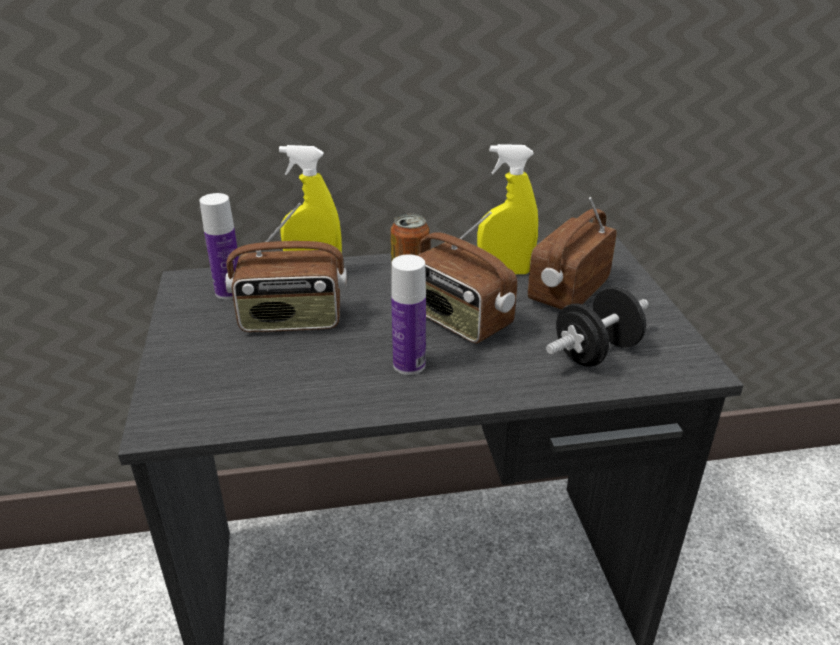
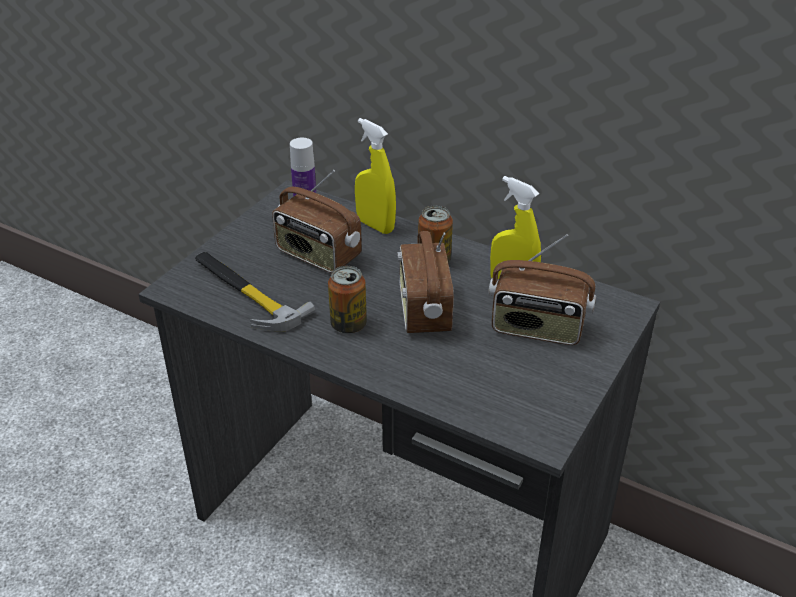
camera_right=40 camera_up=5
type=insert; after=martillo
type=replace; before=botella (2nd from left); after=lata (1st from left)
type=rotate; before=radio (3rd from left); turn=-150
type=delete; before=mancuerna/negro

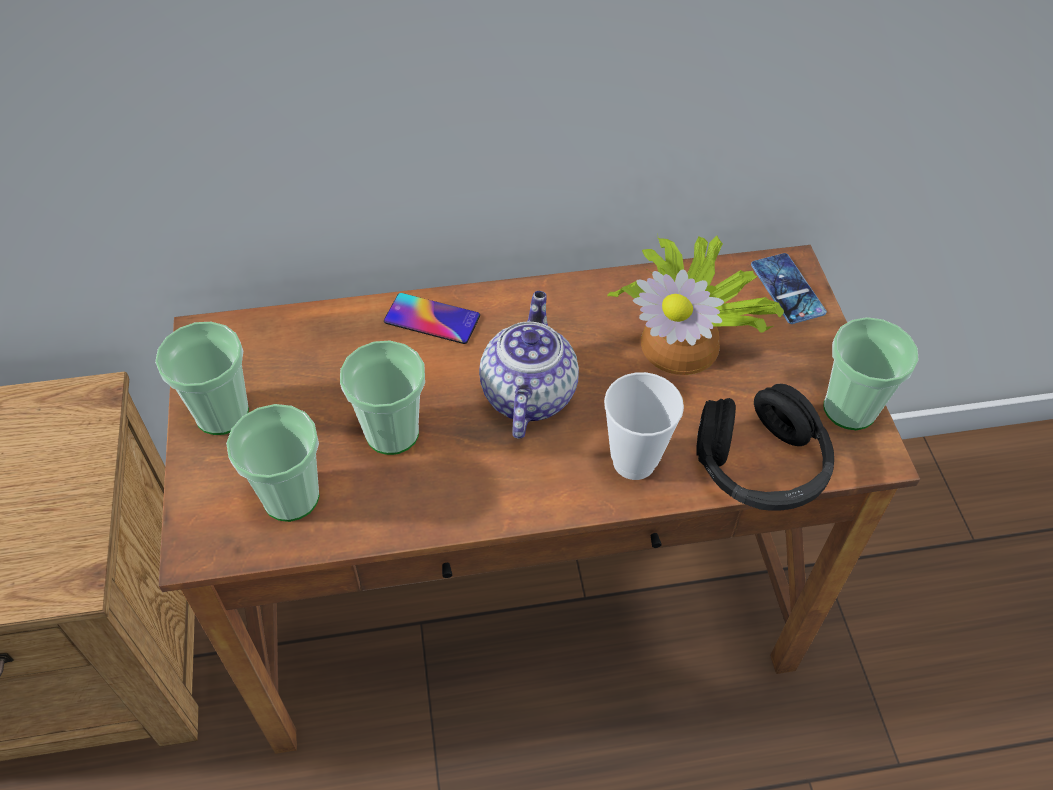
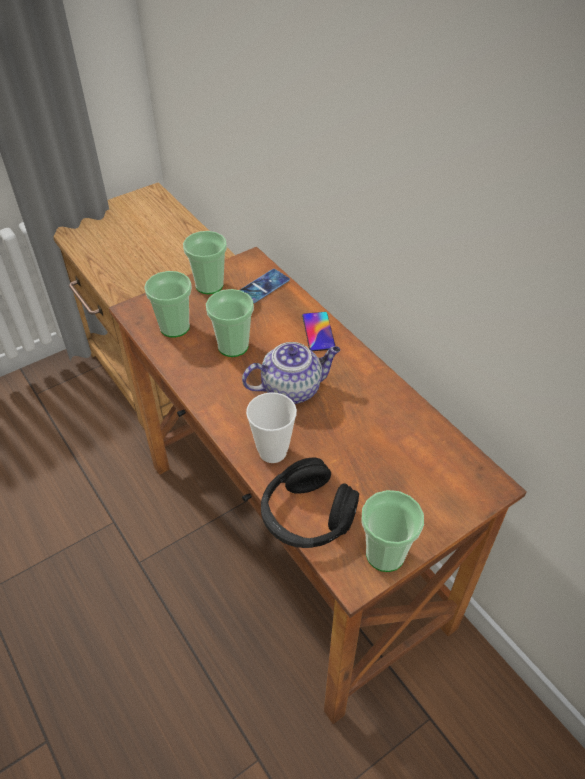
camera_right=65 camera_up=-5
type=move; before=móvil (2nd from left in the first image); after=móvil (1st from left)
type=delete; before=planta en maceta

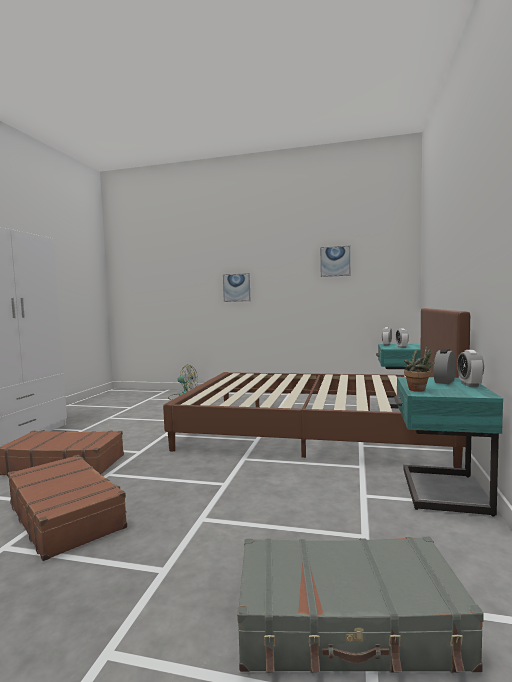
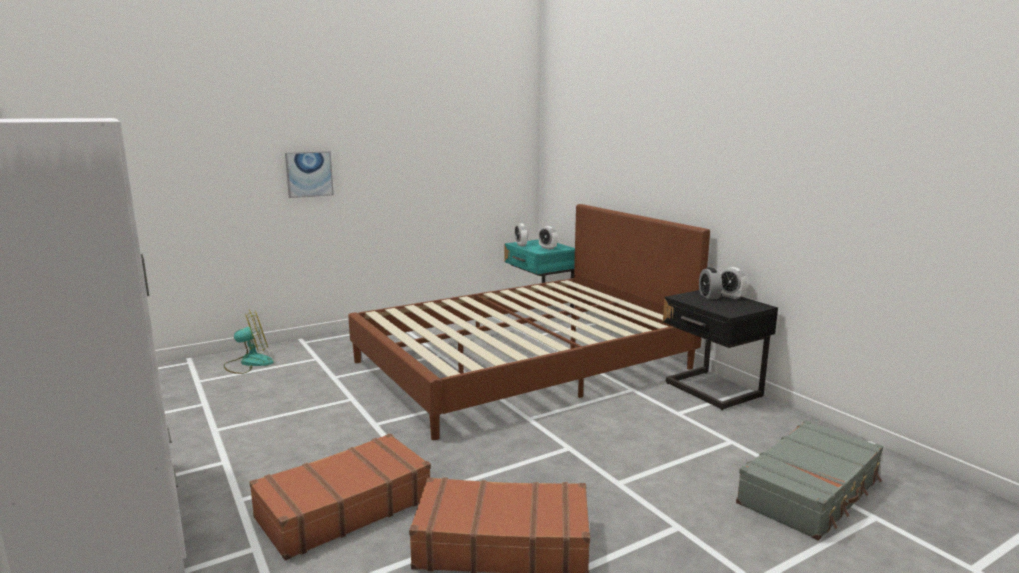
camera_right=-45 camera_up=10
type=recolor; before=mesita de noche/turquesa (2nd from left); after=mesita de noche/negro
type=delete; before=cuadro (2nd from left)
type=delete; before=planta en maceta

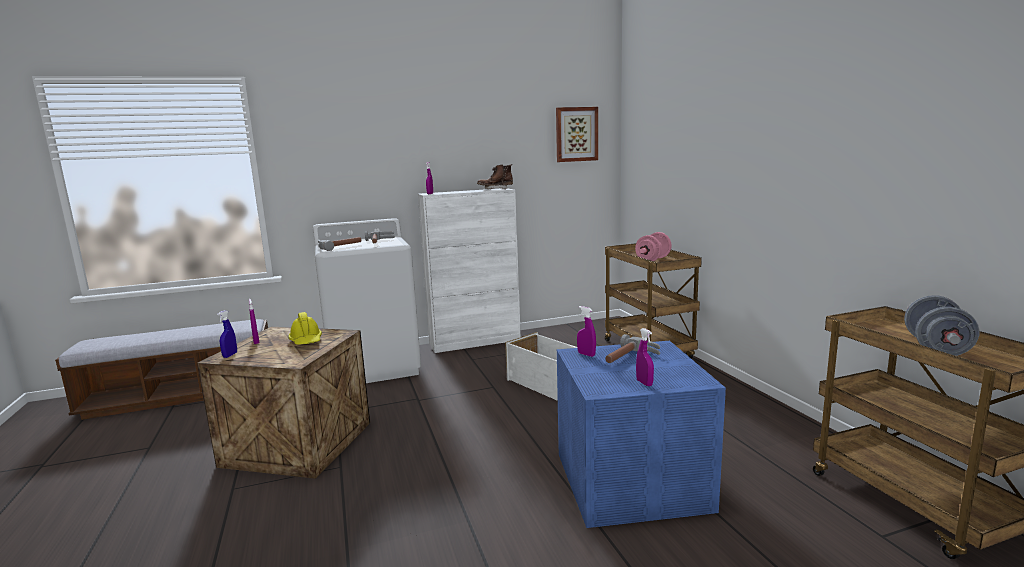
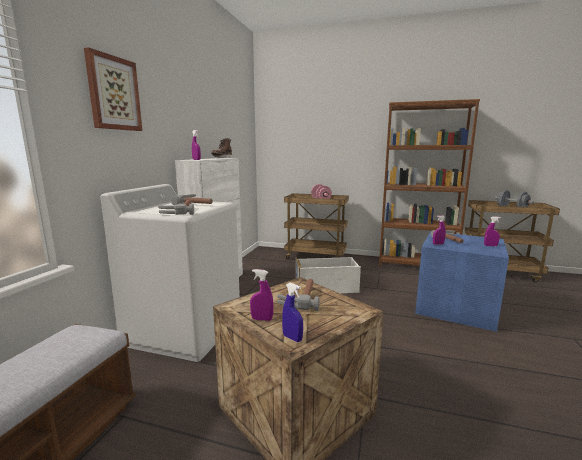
camera_right=-55 camera_up=0
type=move; before=cuadro
type=replace; before=casco/amarillo; after=martillo (3rd from left)
type=insert; after=estantería/marrón

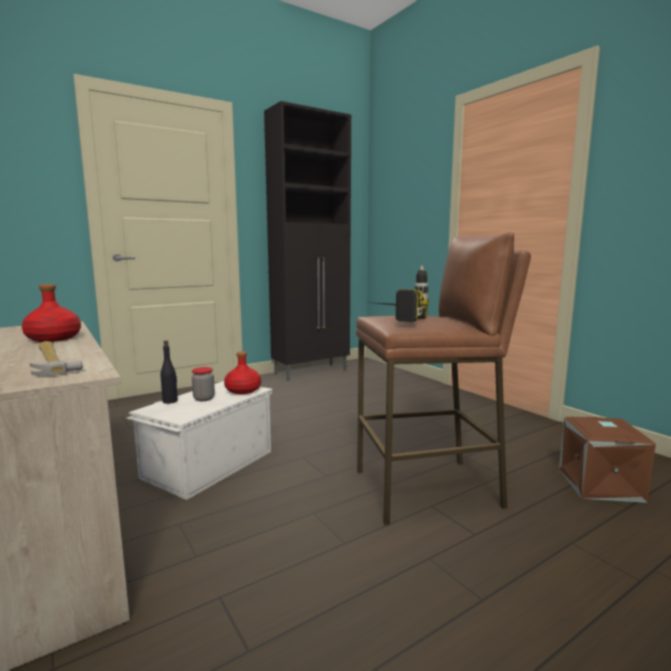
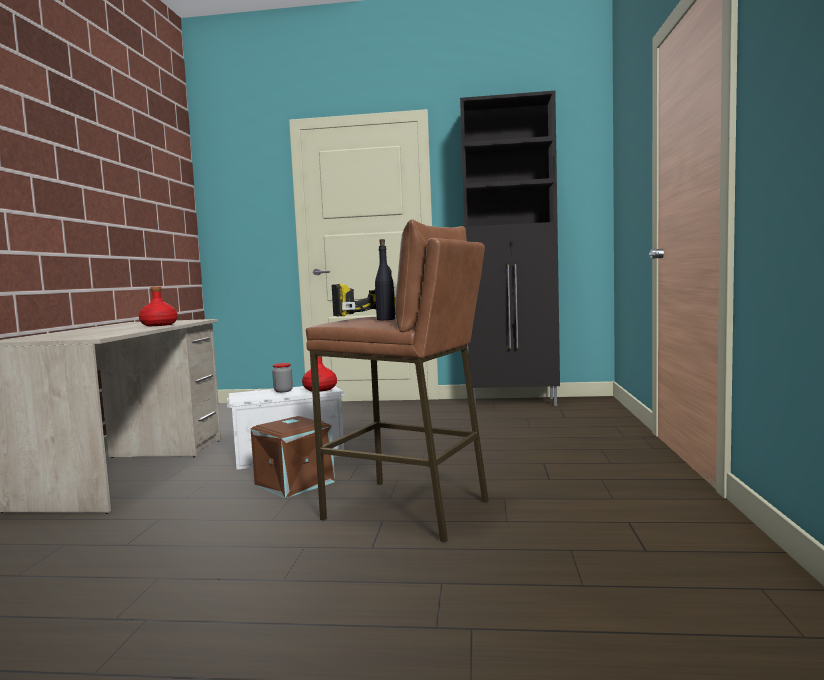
camera_right=40 camera_up=-5
type=move; before=caja de almacenaje/marrón
type=move; before=botella/negro
type=delete; before=martillo

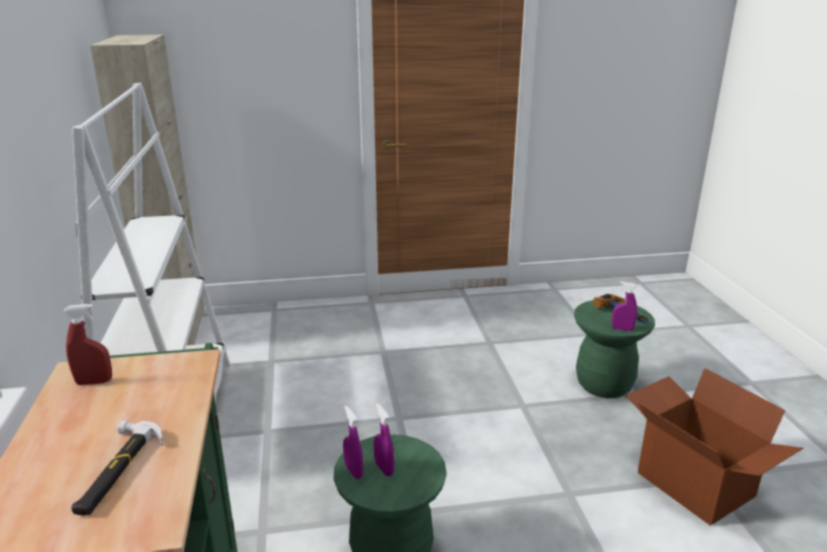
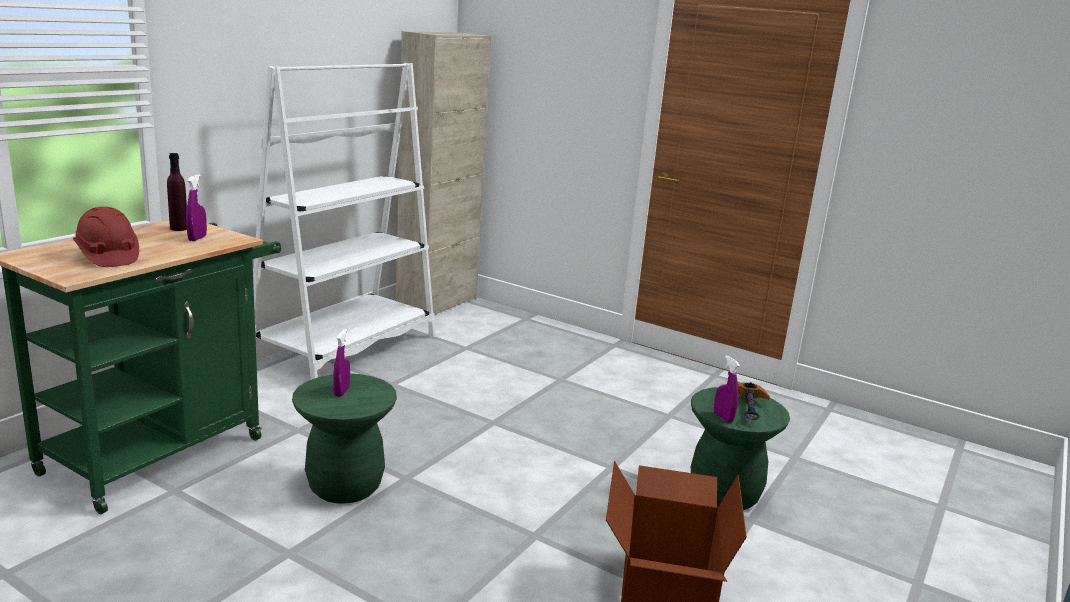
camera_right=40 camera_up=-5
type=replace; before=martillo (1st from left); after=casco/rojo
type=replace; before=pulverizador/rojo; after=botella/morado
type=move; before=pulverizador/morado (1st from left)

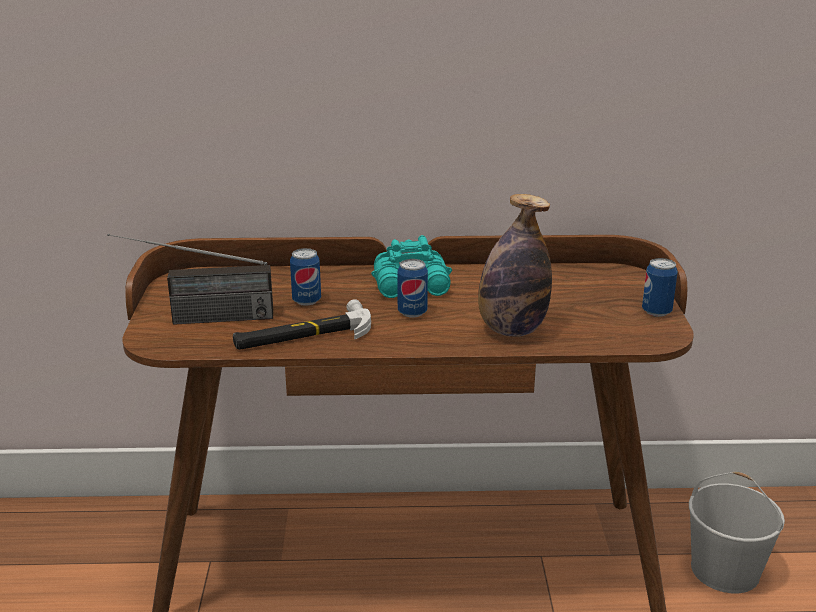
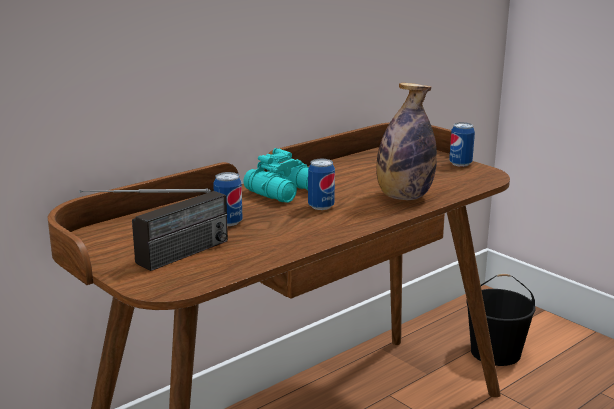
camera_right=-40 camera_up=-5
type=recolor; before=cubo/blanco; after=cubo/negro
type=delete; before=martillo

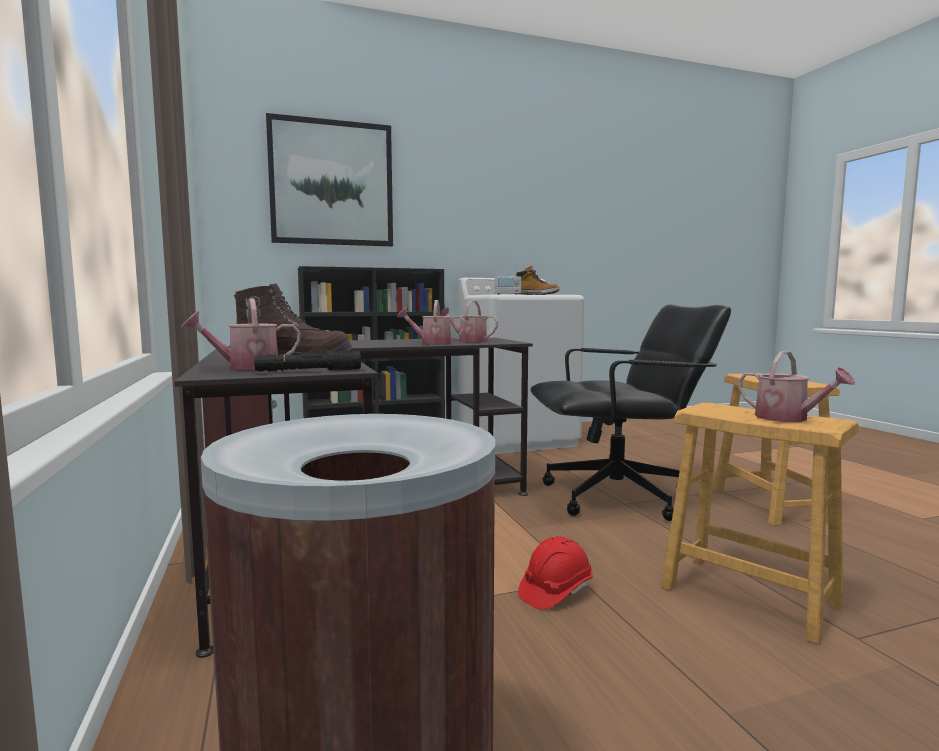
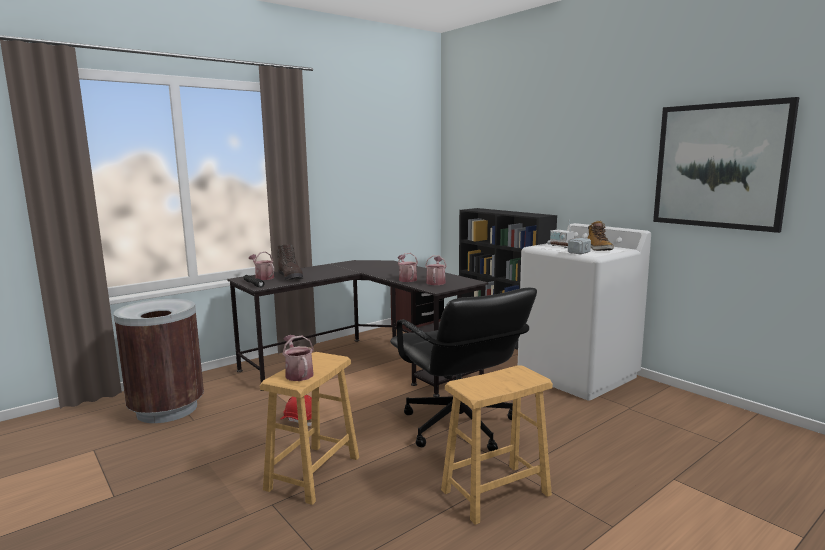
camera_right=70 camera_up=5
type=rotate; before=regadera (4th from left in the first image); turn=120
type=insert; after=martillo
type=move; before=cuadro

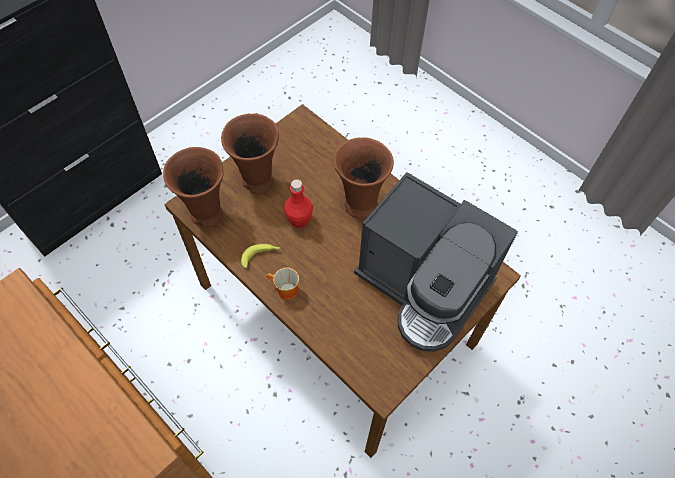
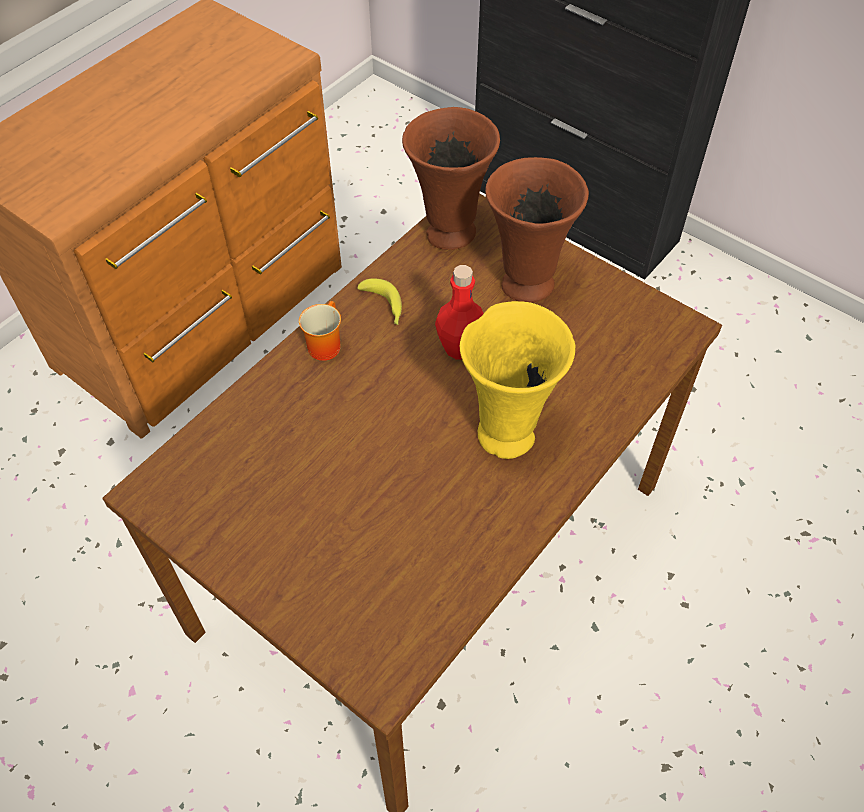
camera_right=85 camera_up=-5
type=recolor; before=florero/marrón (3rd from left); after=florero/amarillo
type=delete; before=cafetera

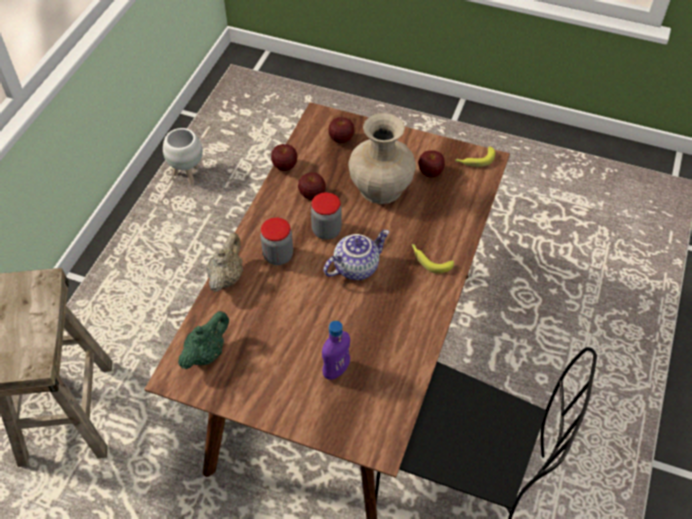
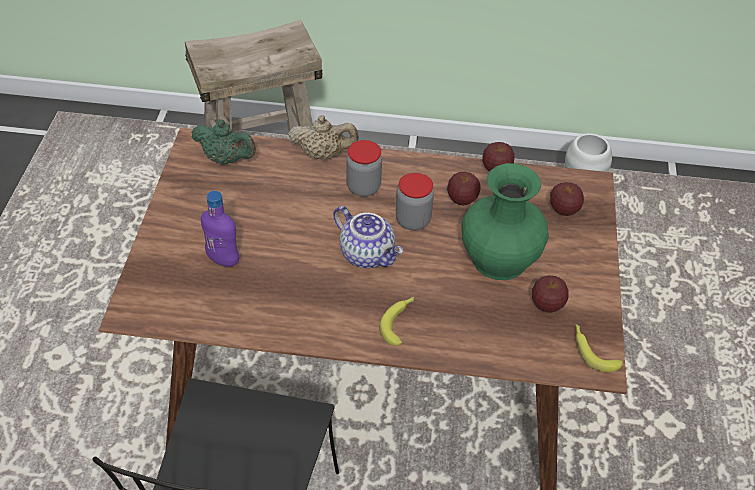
camera_right=75 camera_up=-5
type=recolor; before=florero/beis; after=florero/verde

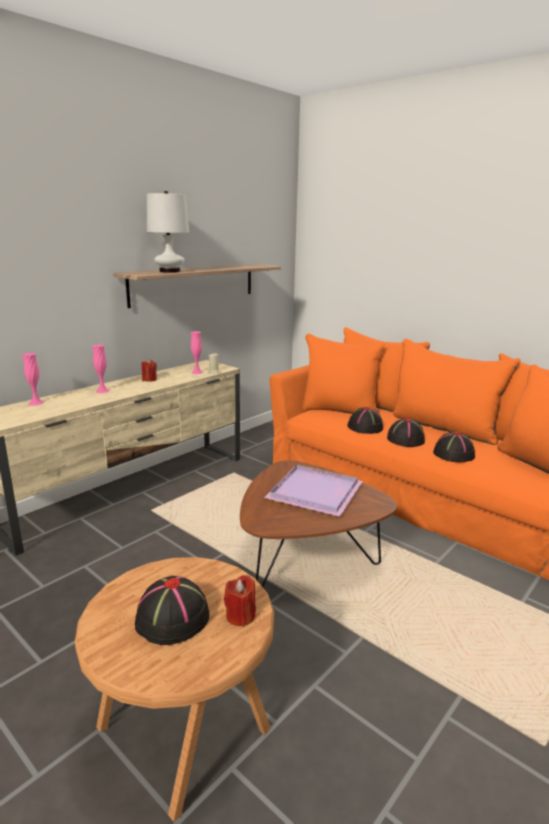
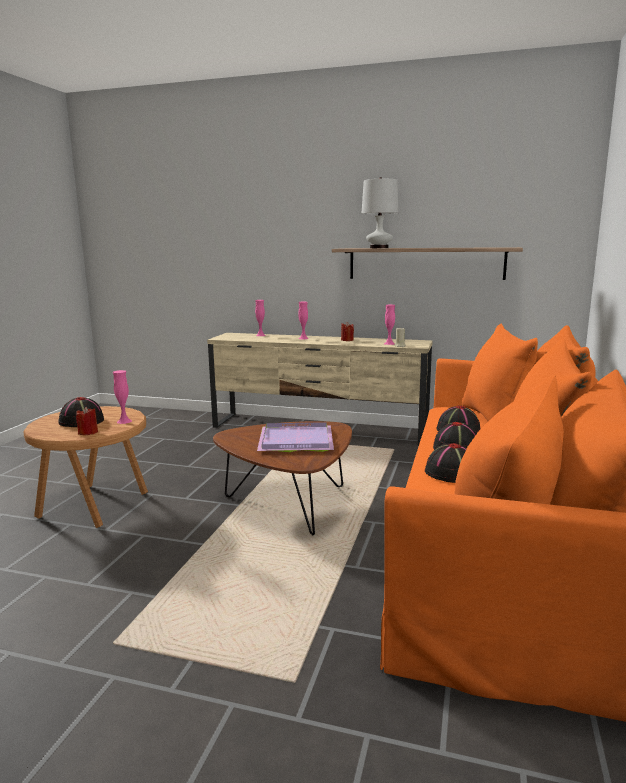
camera_right=65 camera_up=-5
type=insert; after=florero/rosa (1st from left)

